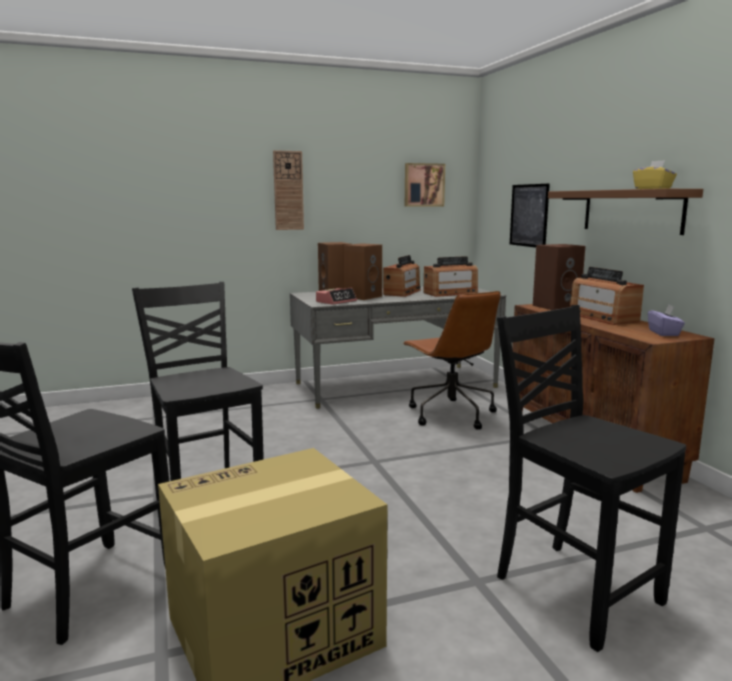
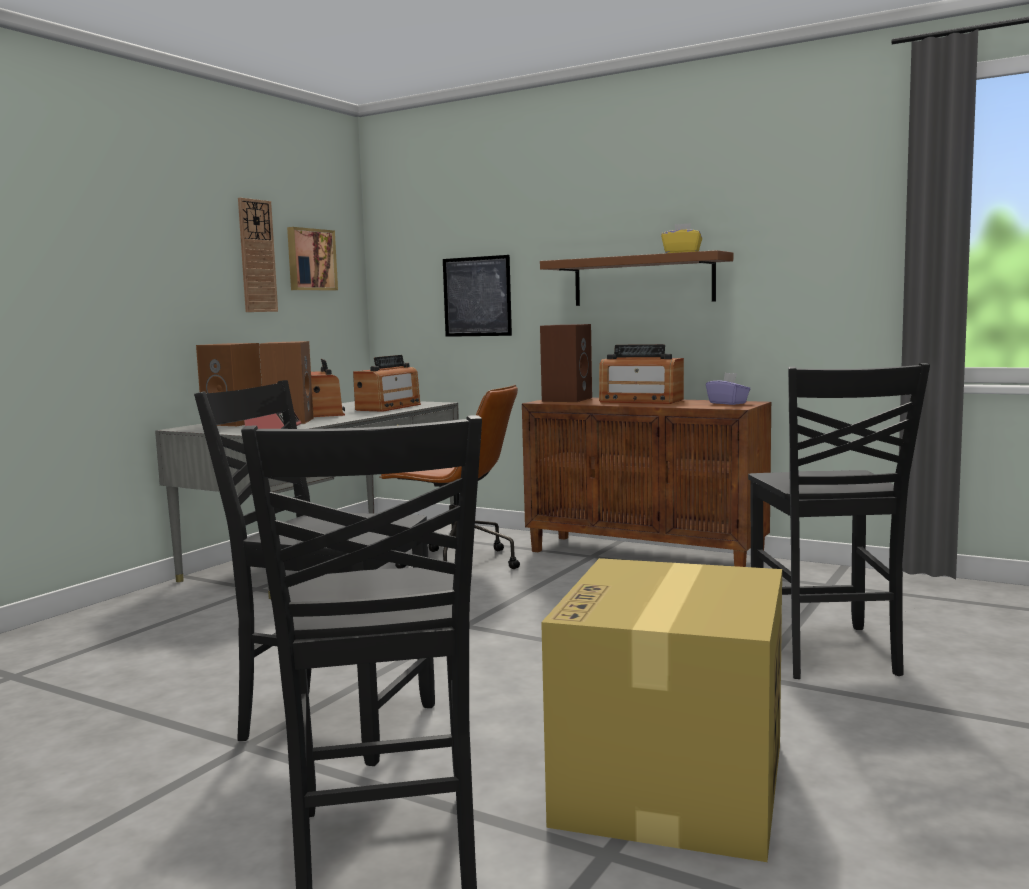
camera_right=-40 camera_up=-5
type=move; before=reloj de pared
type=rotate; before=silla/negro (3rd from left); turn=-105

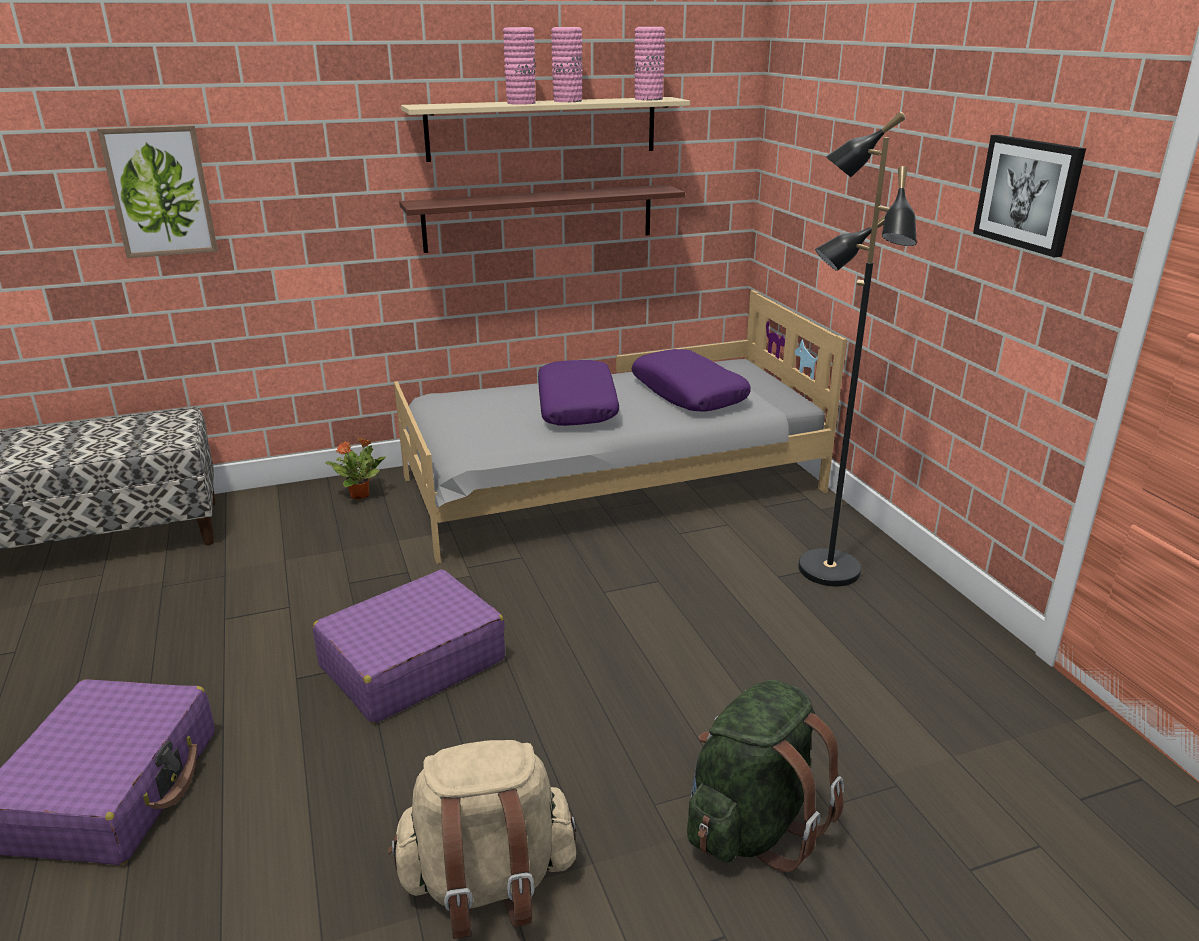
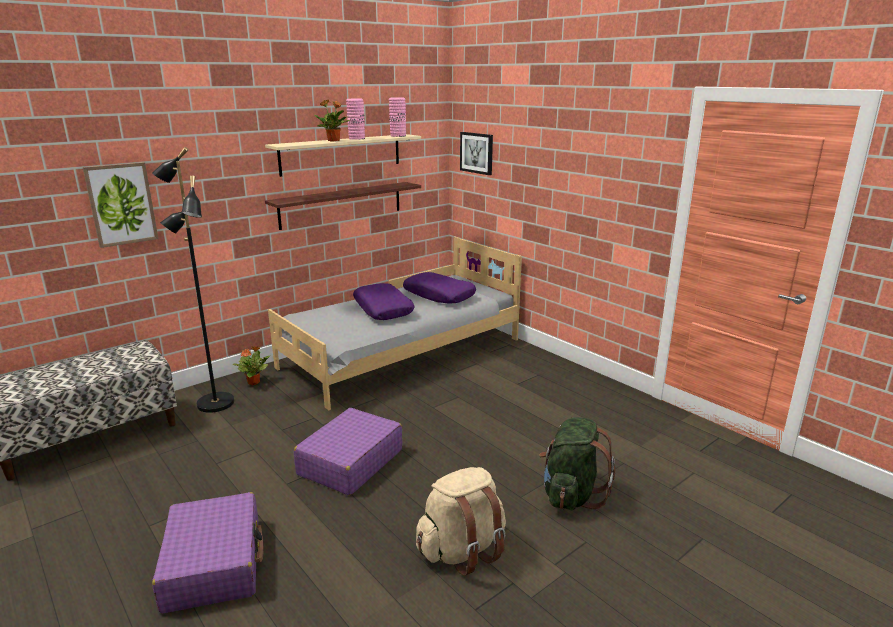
camera_right=-20 camera_up=-5
type=move; before=lámpara de pie/negro
type=replace; before=florero/rosa (1st from left); after=planta en maceta (2nd from left)
type=move; before=cuadro (2nd from left)

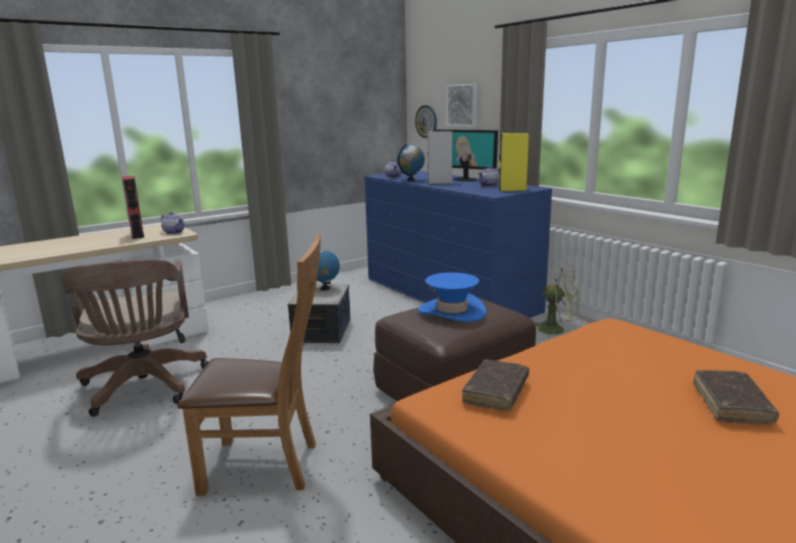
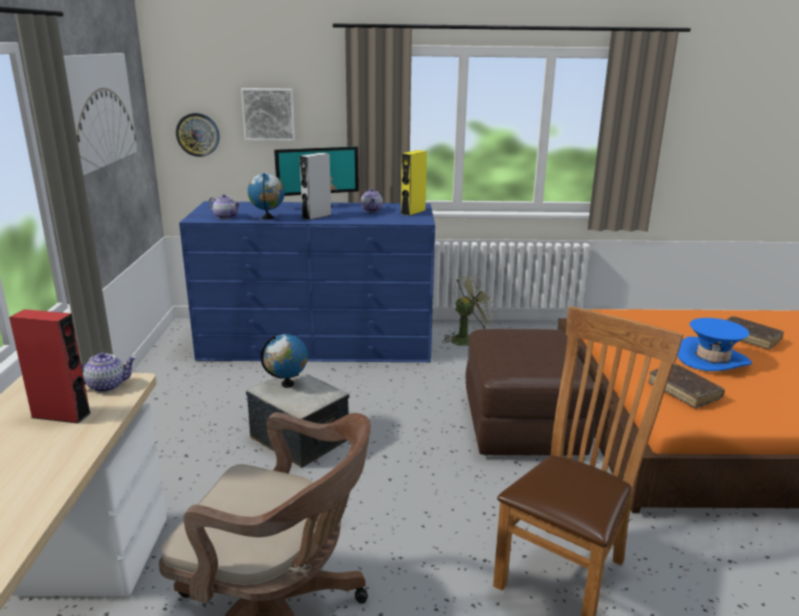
camera_right=-55 camera_up=5
type=insert; after=cuadro (1st from left)
type=move; before=sombrero/azul

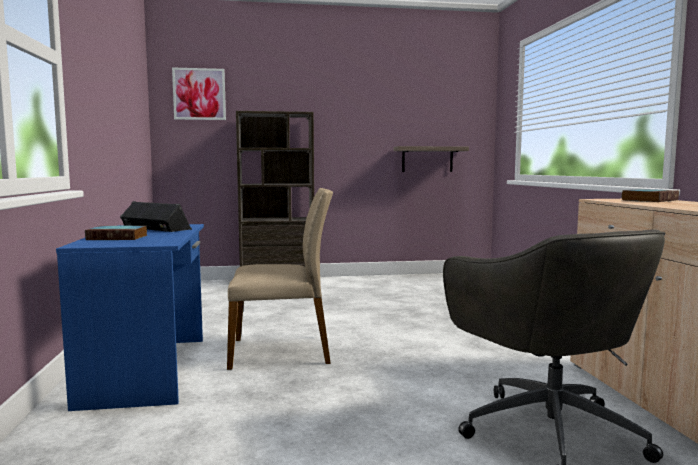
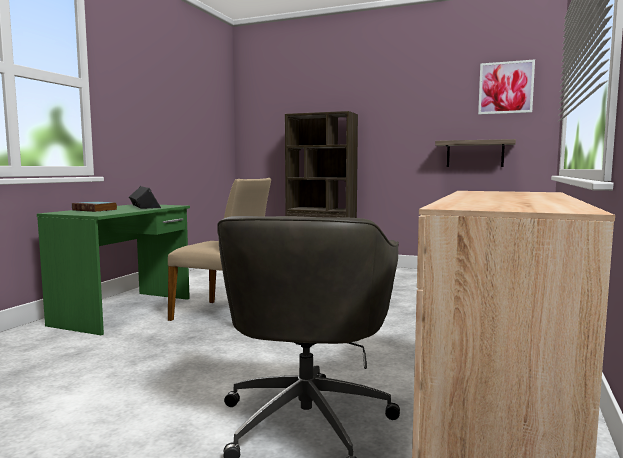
camera_right=30 camera_up=0
type=recolor; before=escritorio/azul; after=escritorio/verde
type=move; before=cuadro
type=delete; before=libro (2nd from left)

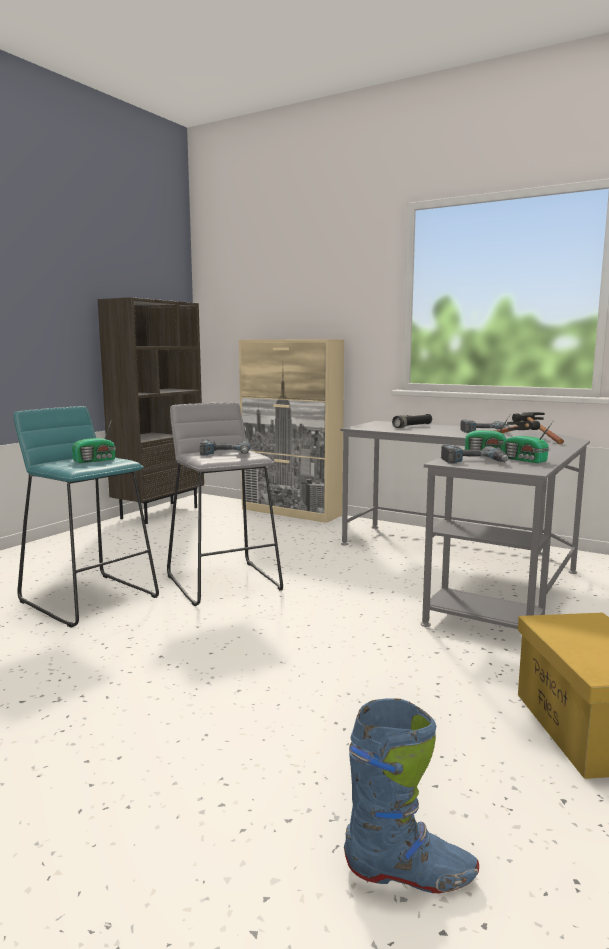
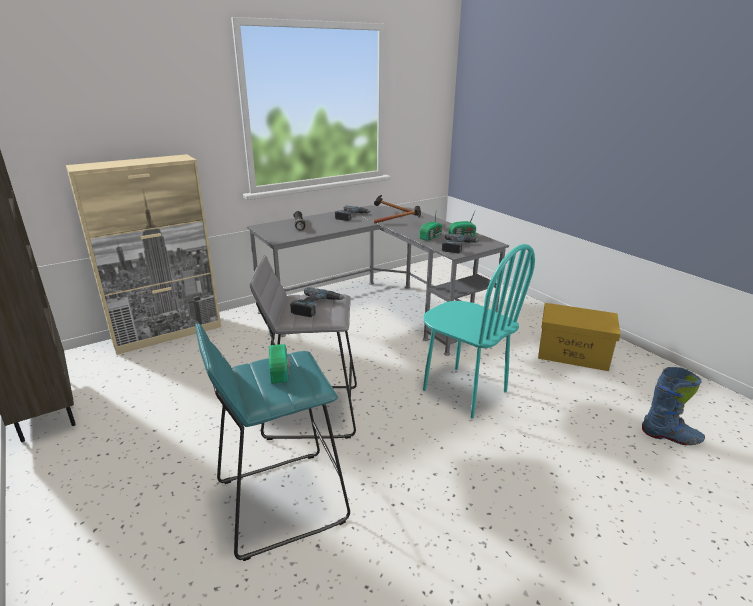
camera_right=-65 camera_up=15
type=insert; after=silla/turquesa
type=rotate; before=bota/azul; turn=75

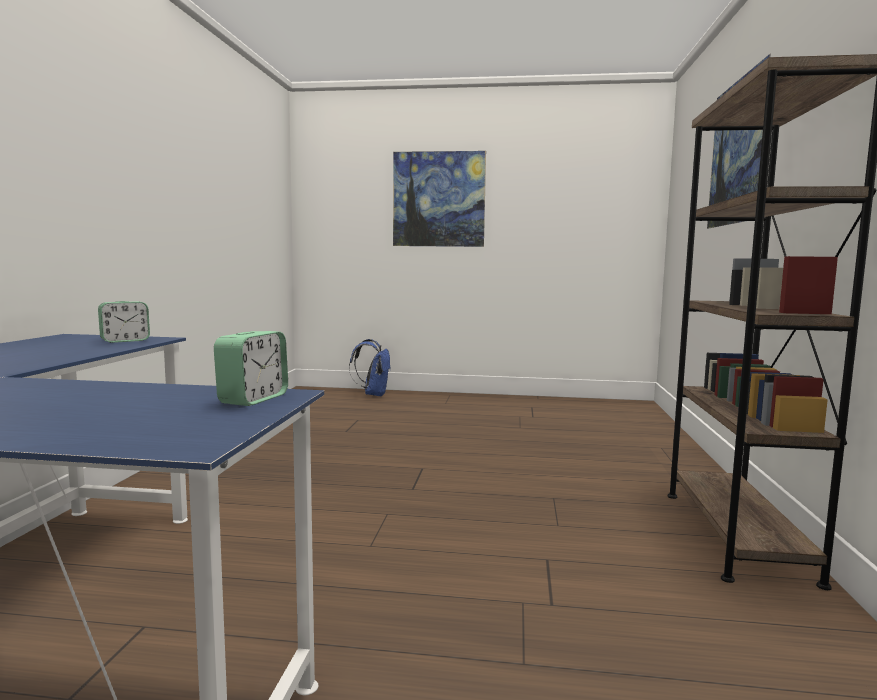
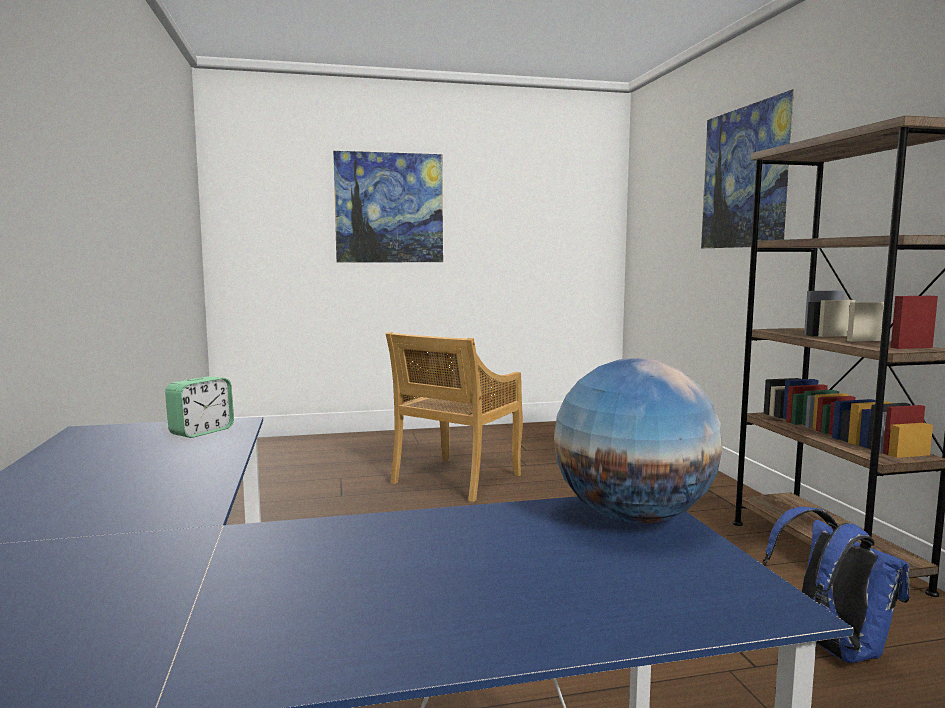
camera_right=-20 camera_up=0
type=insert; after=silla/beis
type=replace; before=despertador (2nd from left); after=globo terráqueo
type=move; before=mochila/azul

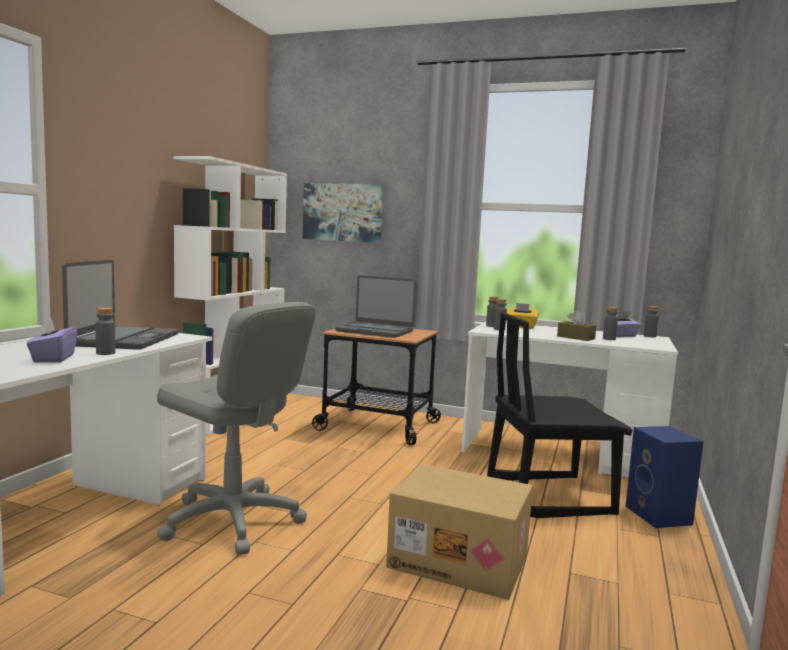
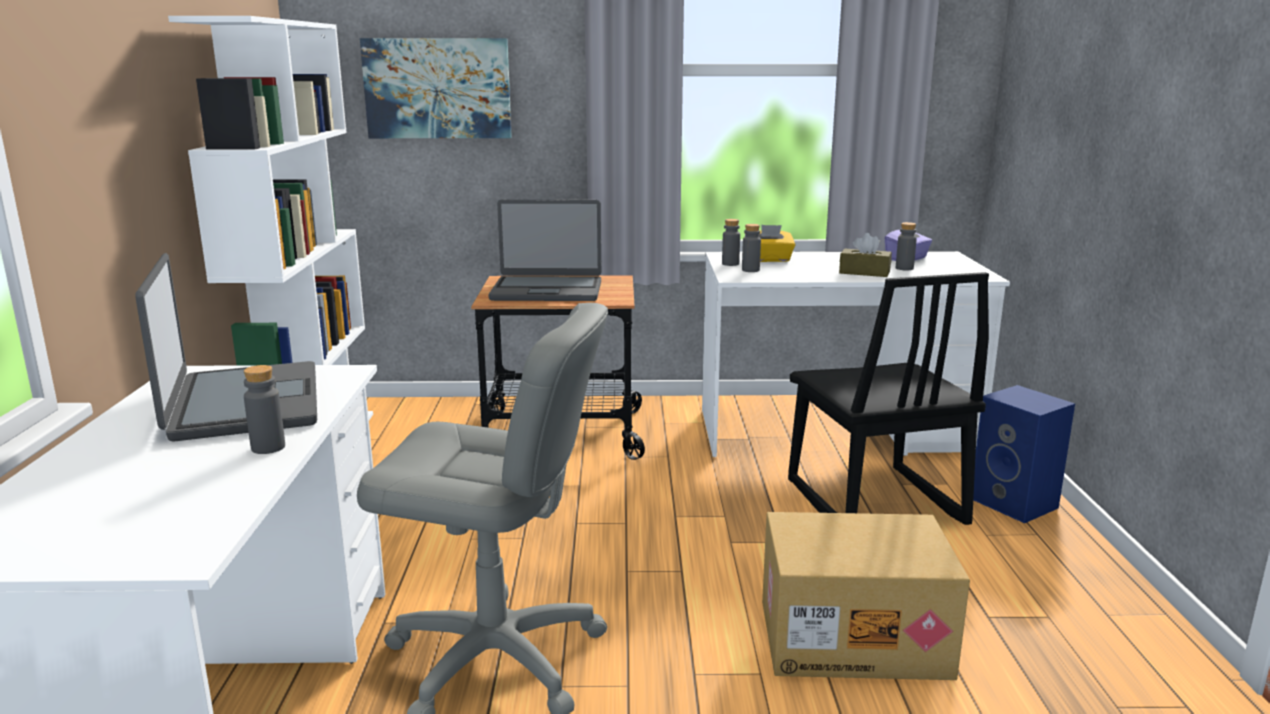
camera_right=-20 camera_up=10
type=rotate; before=silla/negro; turn=-75
type=delete; before=caja de pañuelos/morado (1st from left)
type=delete; before=botella/gris (5th from left)

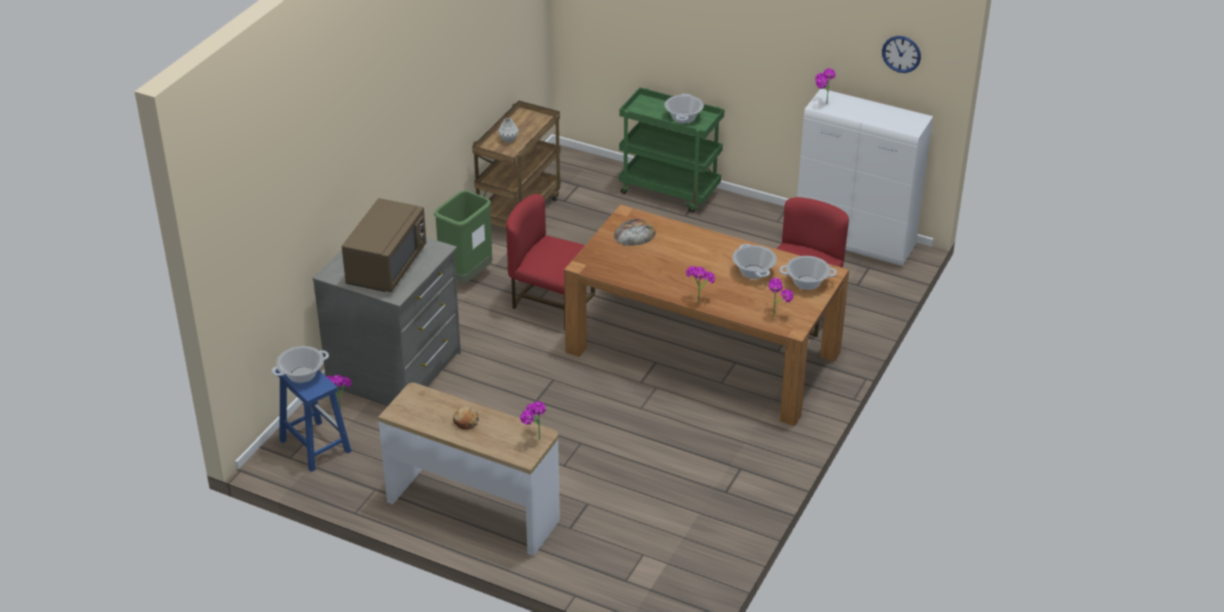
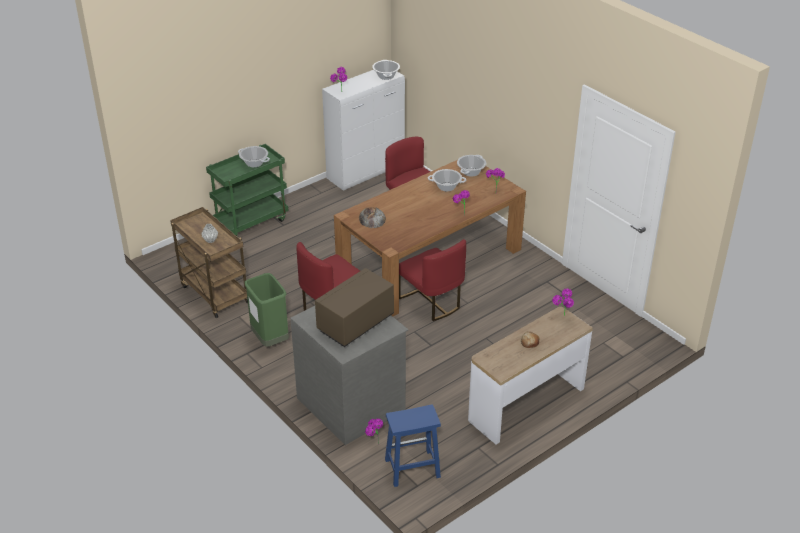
camera_right=-65 camera_up=0
type=rotate; before=microondas/marrón; turn=-90
type=move; before=olla (1st from left in the first image); after=olla (2nd from left)
type=insert; after=silla/rojo (3rd from left)
type=delete; before=reloj de pared

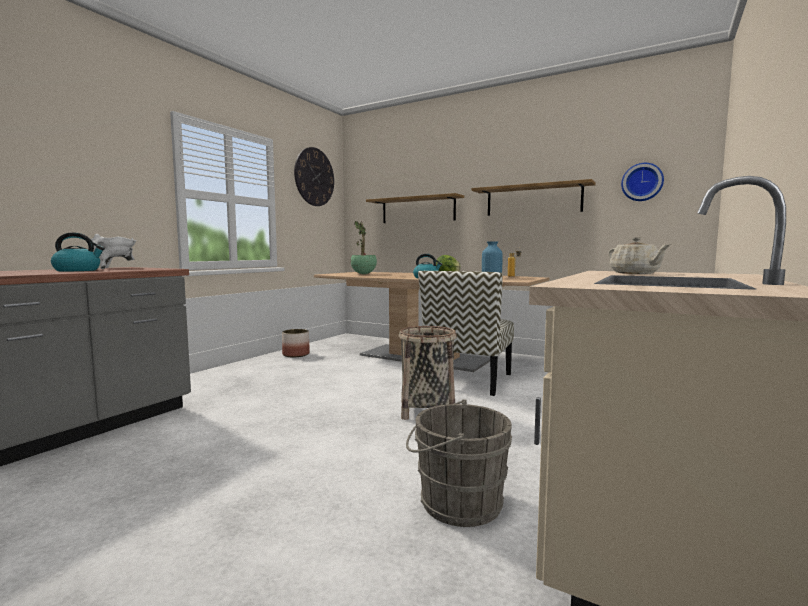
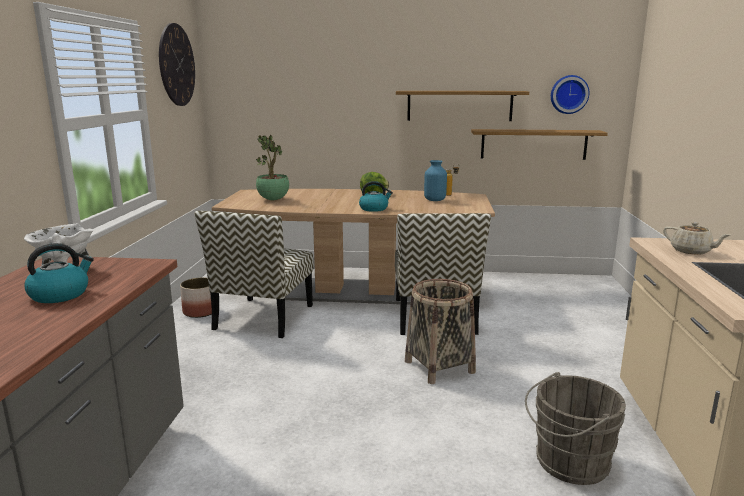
camera_right=-25 camera_up=10
type=insert; after=silla (1st from left)
type=move; before=estante (1st from left in the first image); after=estante (2nd from left)

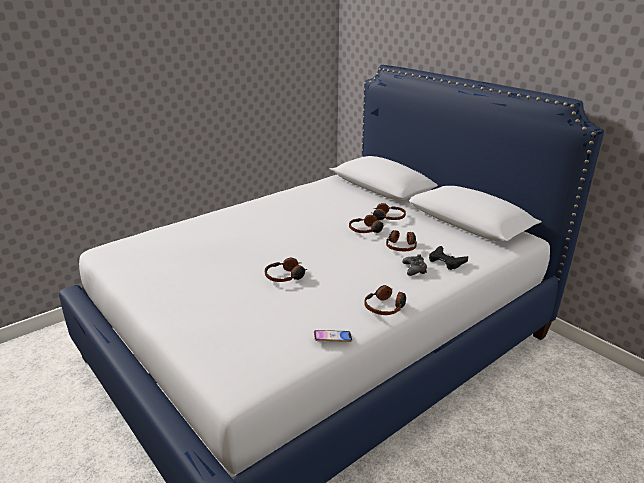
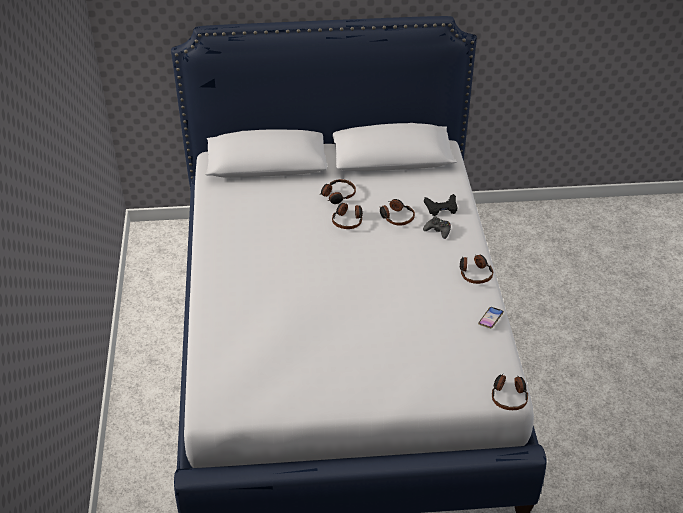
camera_right=-55 camera_up=15
type=move; before=auriculares (1st from left in the first image); after=auriculares (5th from left)

